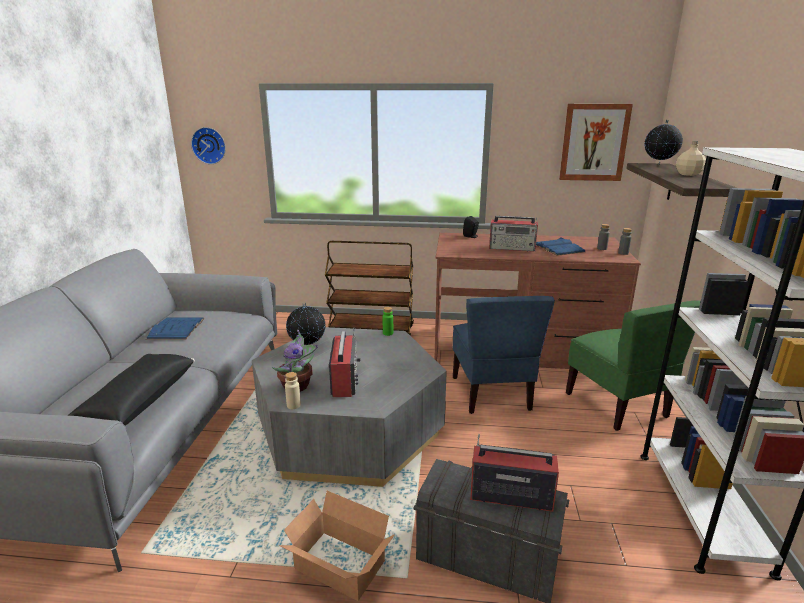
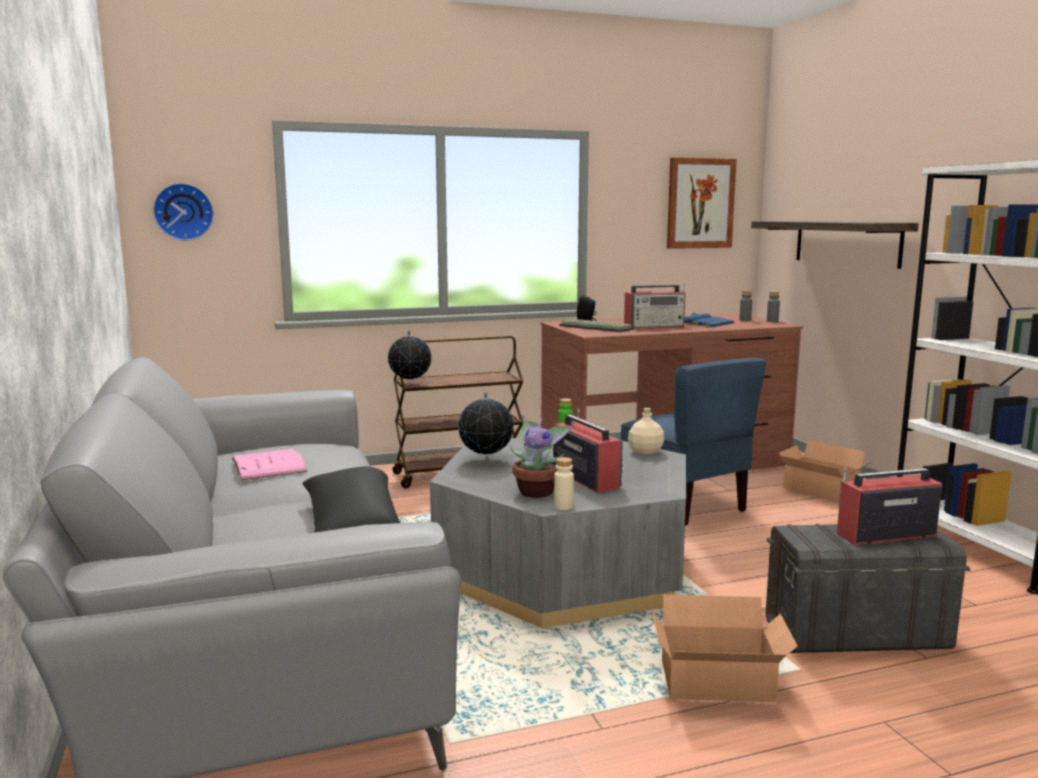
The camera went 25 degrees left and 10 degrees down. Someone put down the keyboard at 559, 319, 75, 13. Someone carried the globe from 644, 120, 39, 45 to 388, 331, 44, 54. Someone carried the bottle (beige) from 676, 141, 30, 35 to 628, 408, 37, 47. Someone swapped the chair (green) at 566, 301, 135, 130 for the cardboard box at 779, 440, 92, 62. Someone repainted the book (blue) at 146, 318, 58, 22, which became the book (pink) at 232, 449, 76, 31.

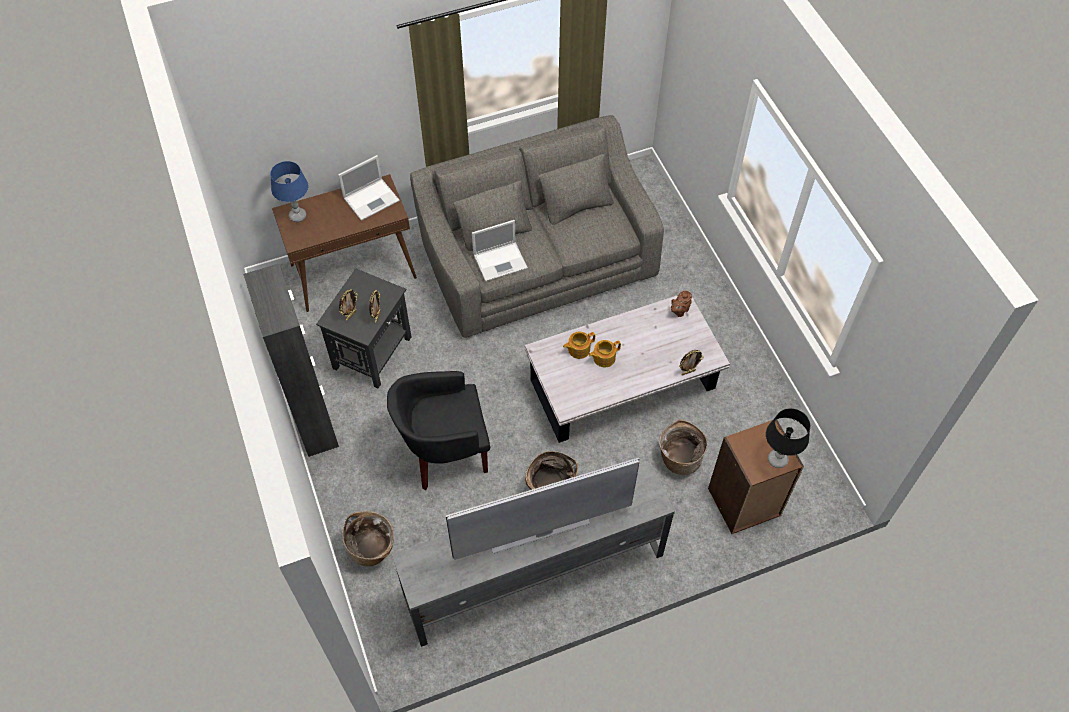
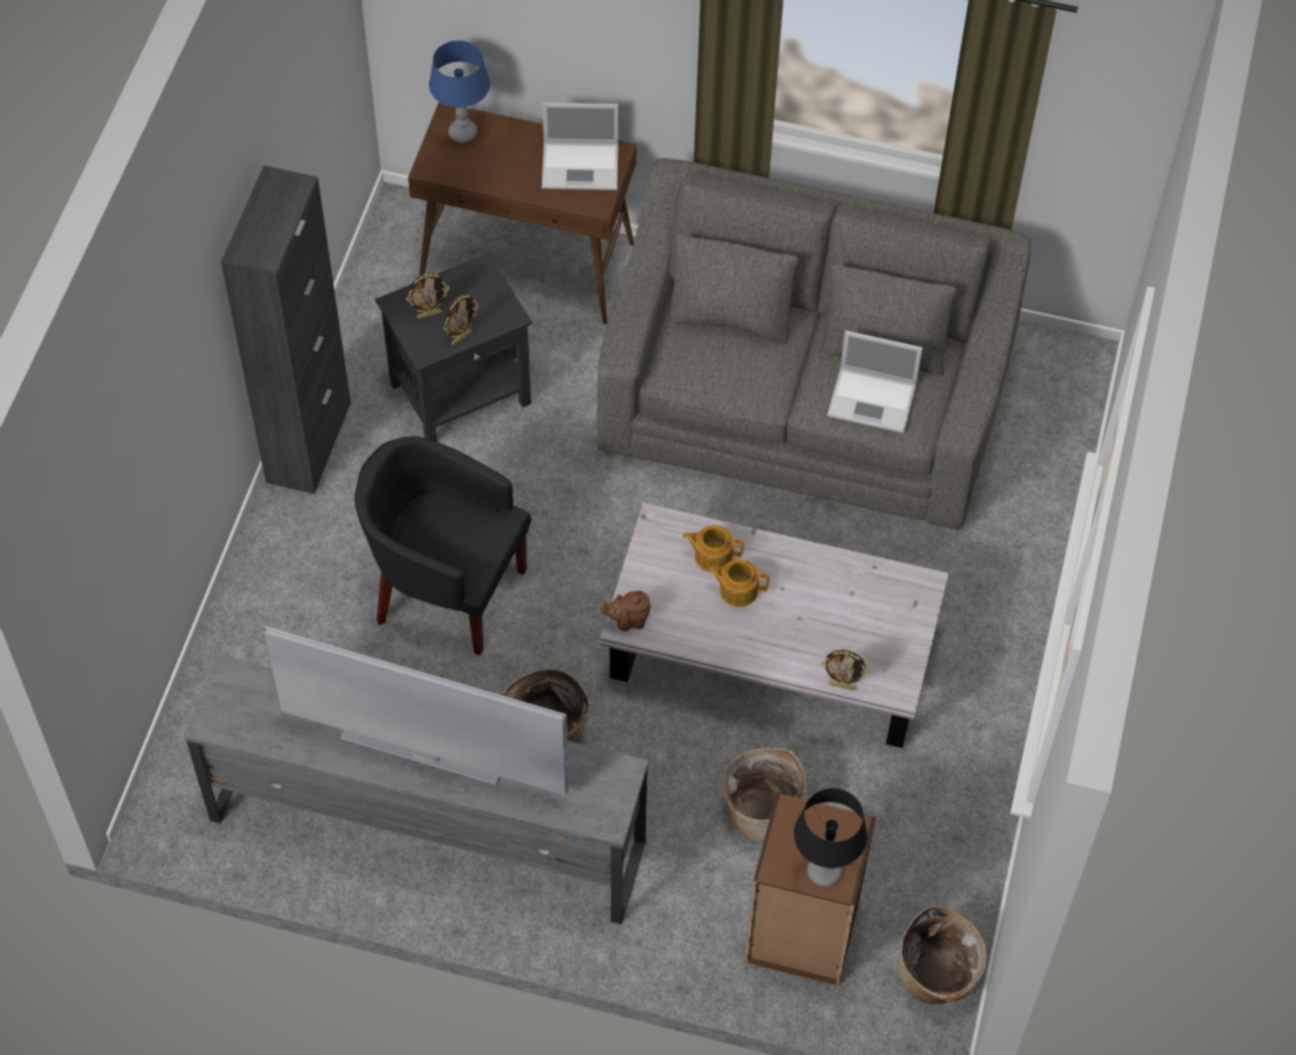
The camera went 35 degrees right and 0 degrees up. Someone carried the basket from 343, 511, 51, 55 to 899, 906, 88, 98. Someone carried the laptop from 472, 220, 56, 62 to 827, 331, 96, 102. Someone carried the teapot (brown) from 671, 291, 21, 26 to 601, 591, 50, 40.

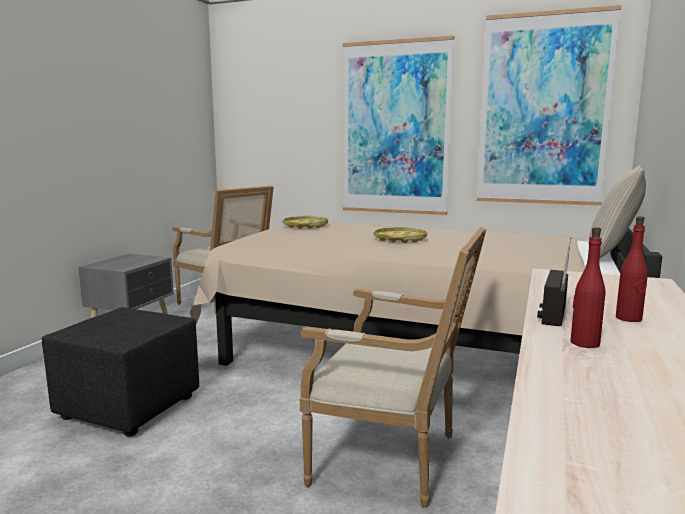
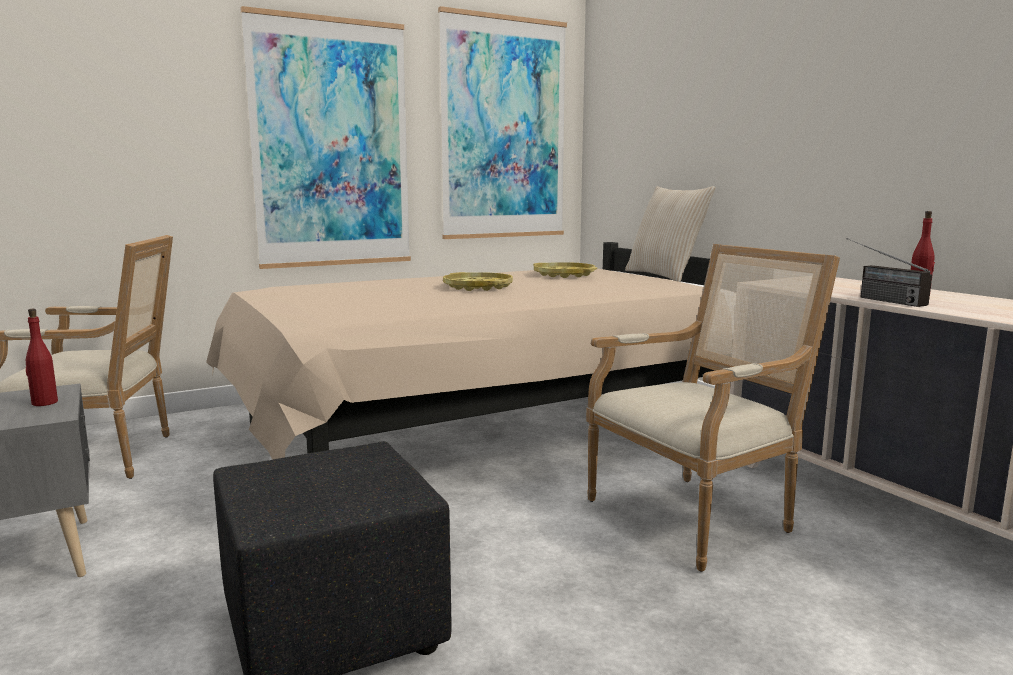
The camera went 50 degrees left and 0 degrees up. Someone carried the tray (yellow) from 282, 216, 46, 13 to 533, 262, 64, 16. Someone carried the bottle (red) from 571, 227, 34, 121 to 26, 309, 32, 97.

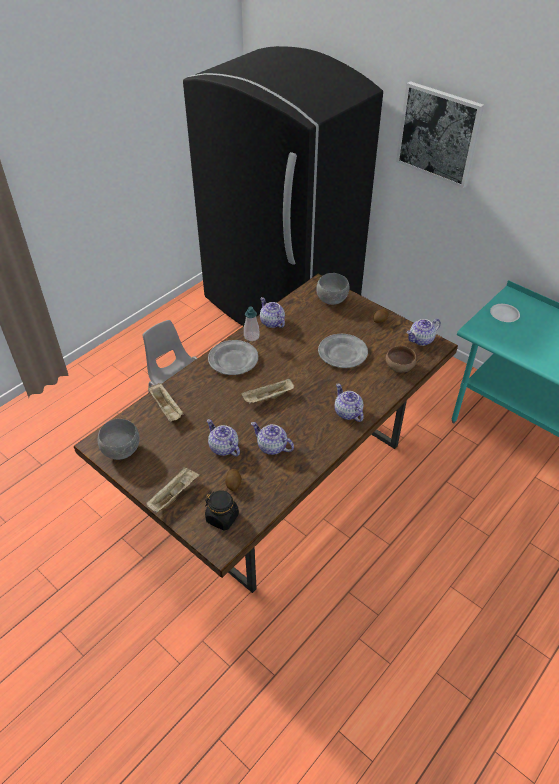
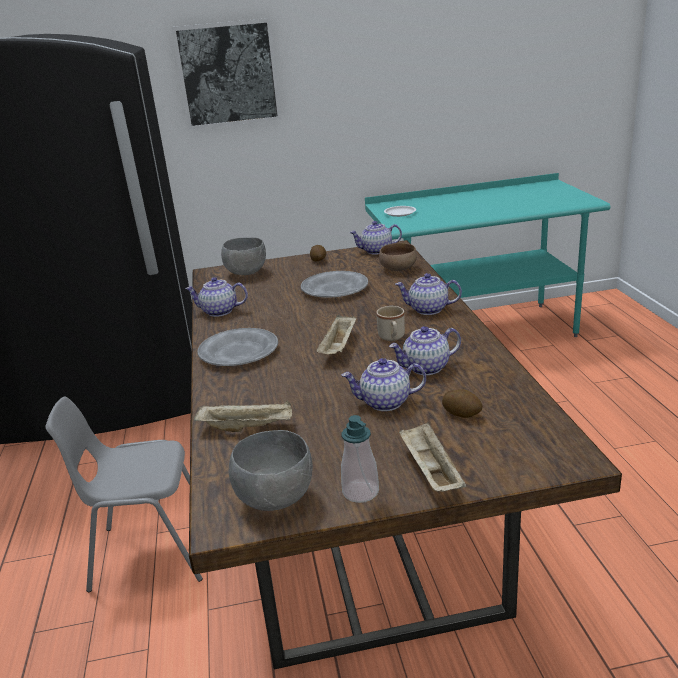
The camera went 50 degrees left and 20 degrees down. Someone took away the jar (black) at 205, 490, 34, 41. Someone put down the mug (beige) at 376, 306, 29, 35. Someone carried the soap dispenser from 244, 307, 16, 34 to 341, 415, 38, 88. Someone rotated the teapot at 406, 318, 35, 28 by 75 degrees clockwise.

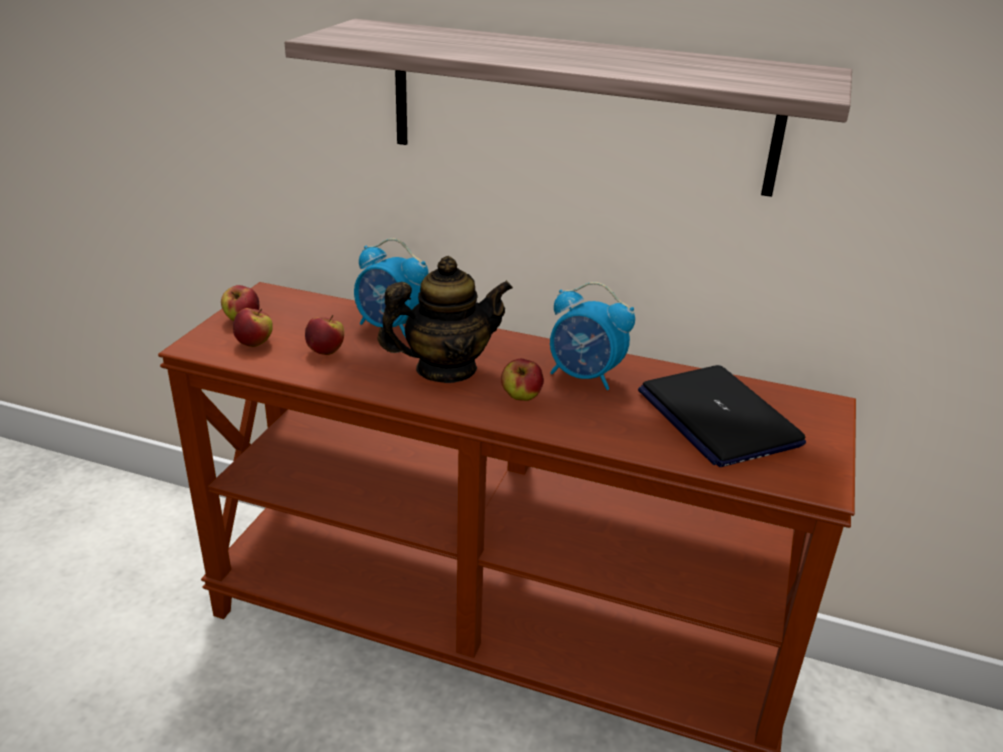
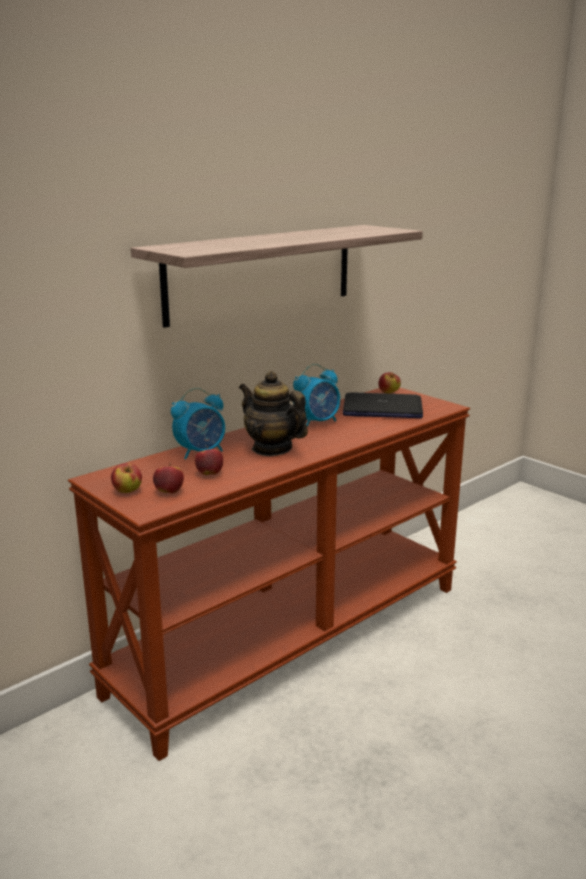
The camera went 60 degrees left and 10 degrees down. Someone carried the apple from 501, 359, 43, 42 to 378, 372, 23, 22. Someone rotated the teapot at 378, 256, 135, 127 by 60 degrees counterclockwise.

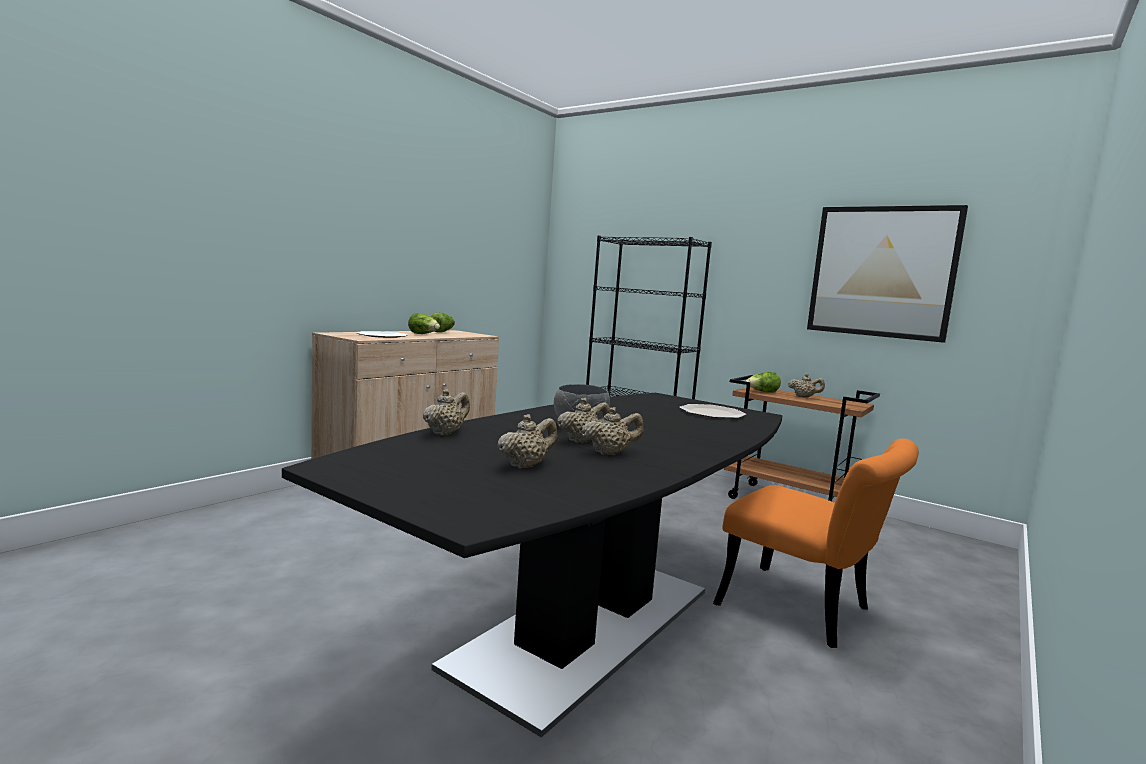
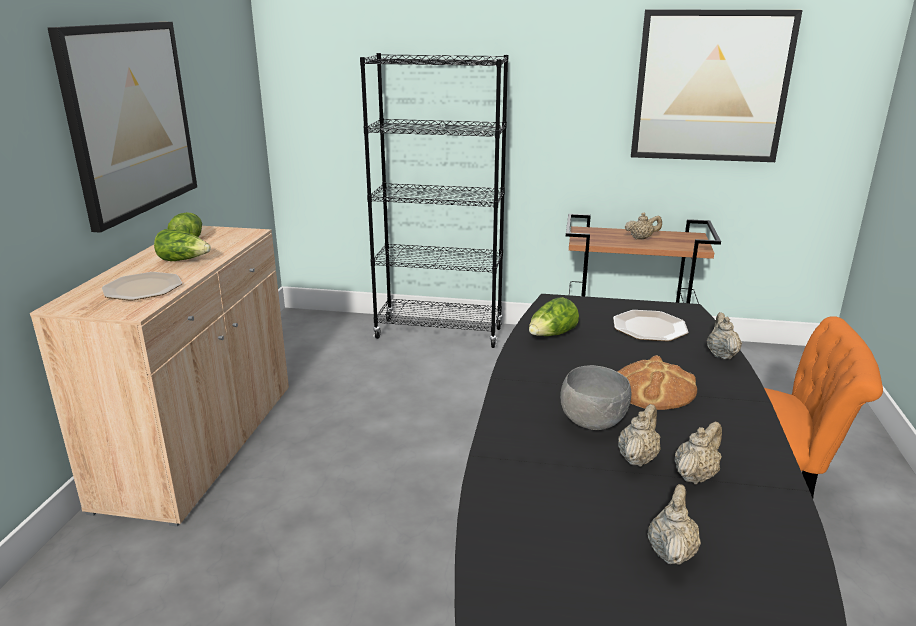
The camera went 25 degrees left and 15 degrees up. Someone put up the picture at 48, 22, 149, 211. Someone put down the bread at 617, 355, 80, 55. Someone carried the teapot (beige) from 423, 389, 47, 46 to 707, 312, 35, 47. Someone carried the lettuce from 746, 372, 35, 21 to 529, 297, 50, 39.

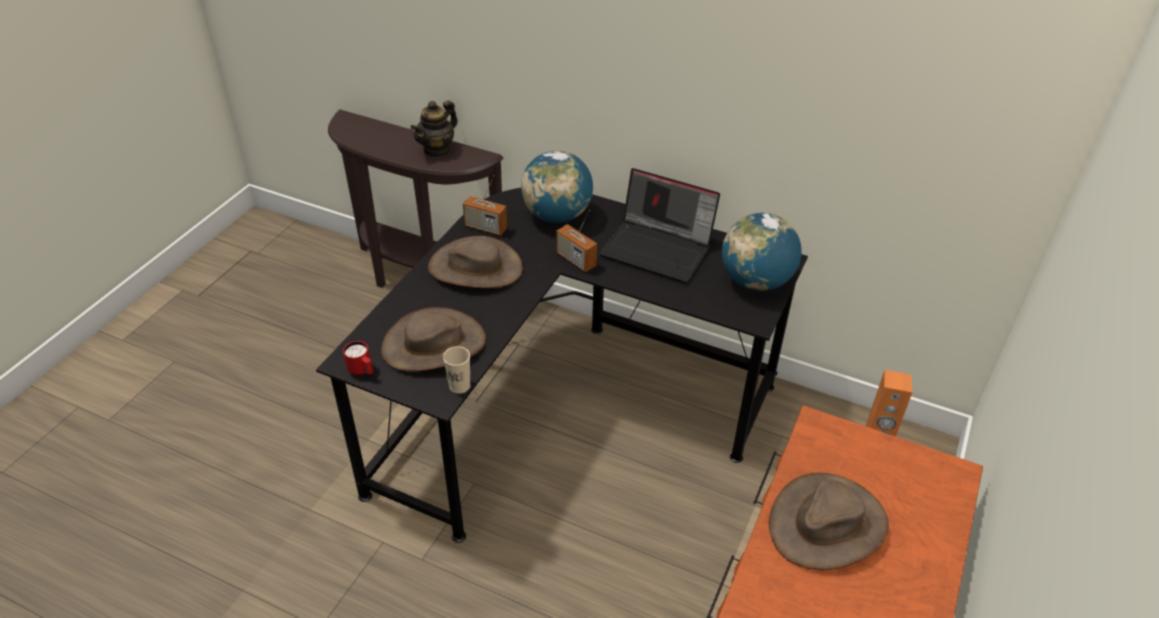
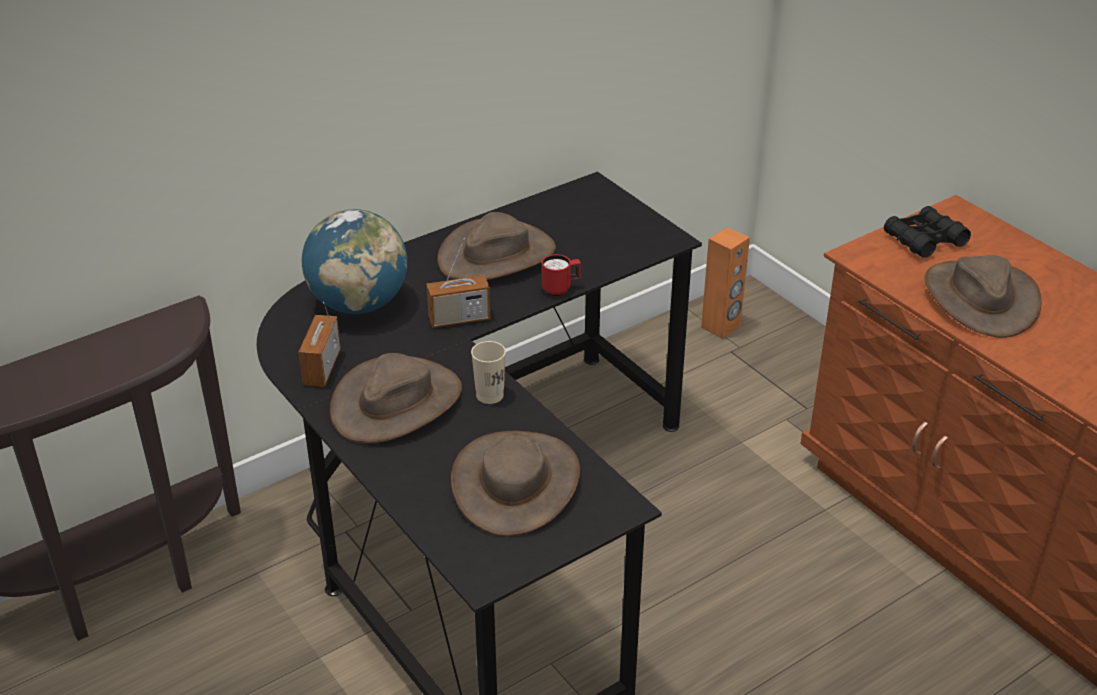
The camera went 60 degrees left and 5 degrees down. Someone took away the teapot at 410, 100, 48, 58. Someone took away the globe at 722, 213, 80, 78. Someone put down the binoculars (black) at 884, 206, 87, 52. Someone carried the mug (red) from 343, 341, 30, 35 to 542, 254, 39, 42. Someone carried the cup (beige) from 443, 346, 27, 48 to 471, 341, 35, 63. Someone swapped the laptop at 599, 168, 121, 115 for the hat (brown) at 437, 212, 119, 68. Someone rotated the radio at 463, 175, 44, 61 by 135 degrees clockwise.

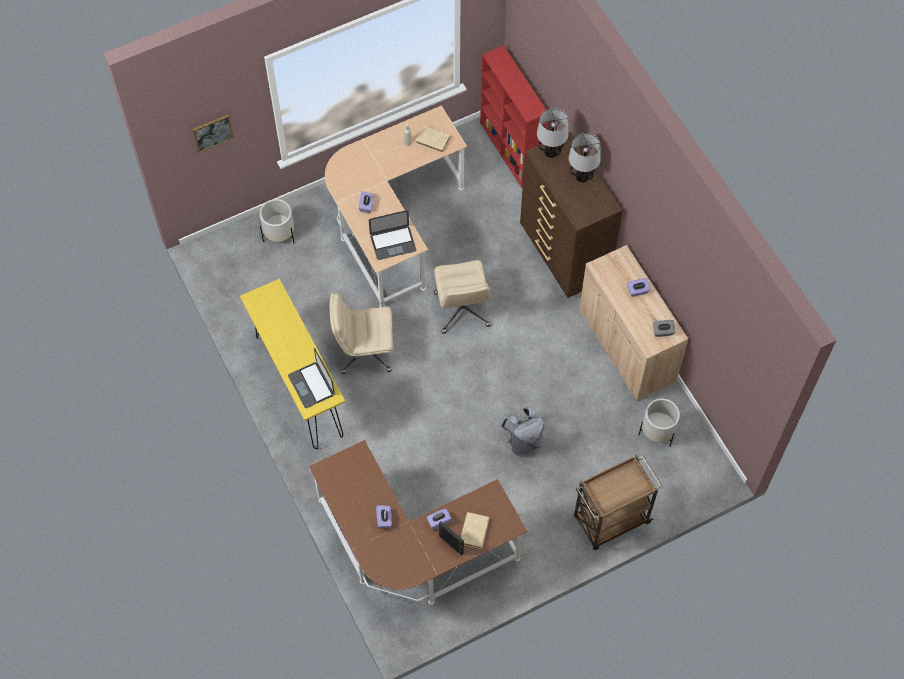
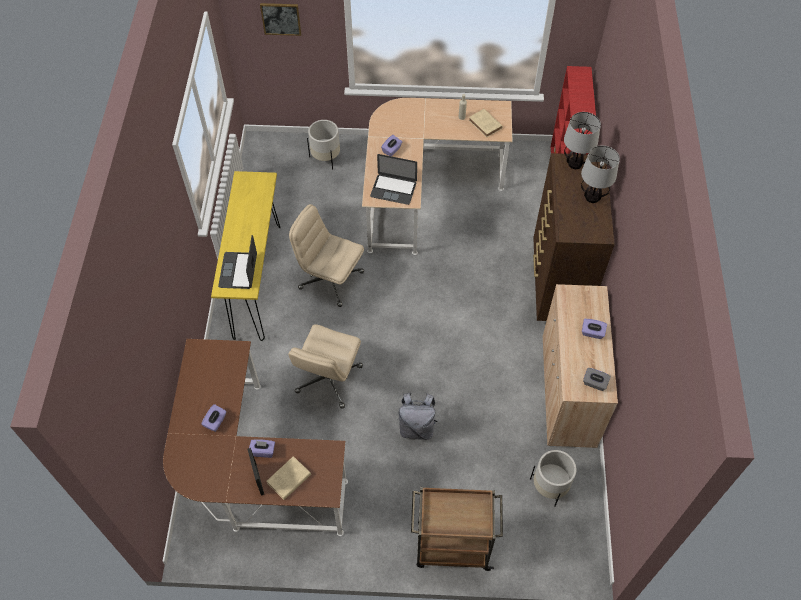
The camera went 30 degrees right and 5 degrees down. Someone carried the office chair (beige) from 434, 260, 57, 74 to 288, 324, 75, 85.

